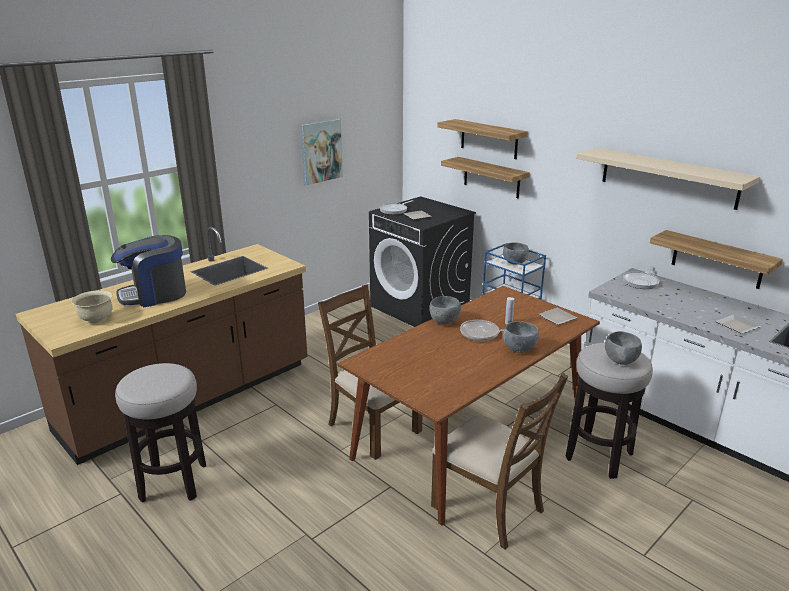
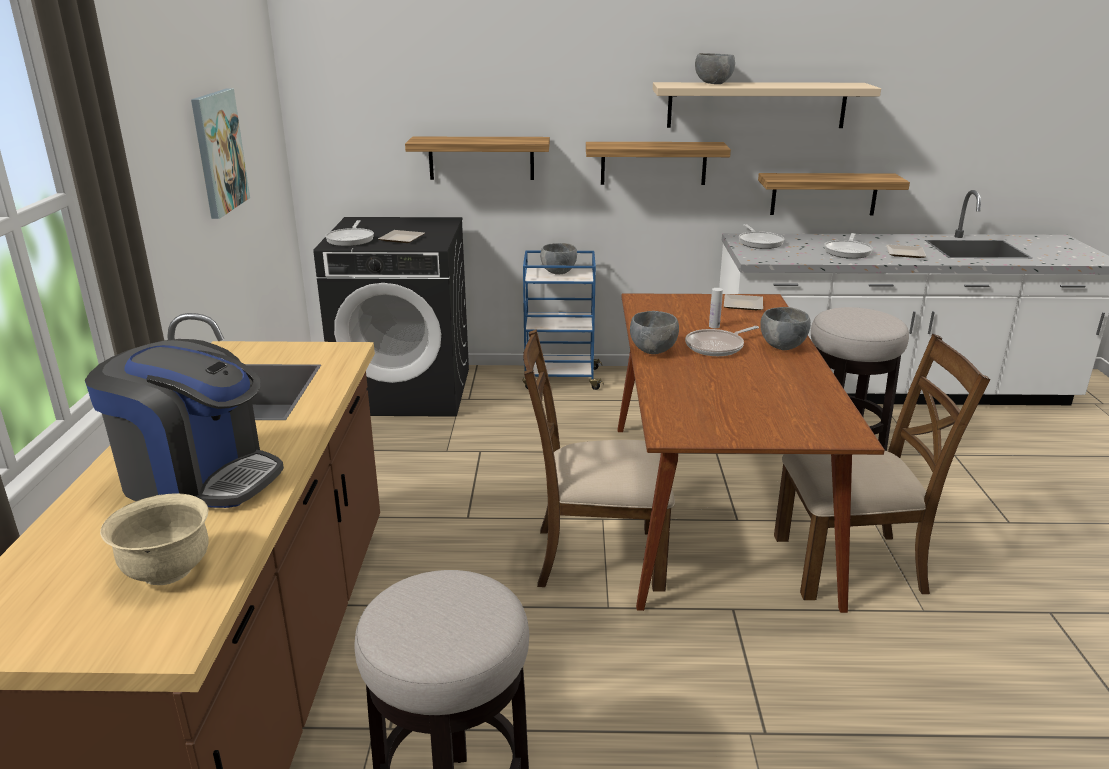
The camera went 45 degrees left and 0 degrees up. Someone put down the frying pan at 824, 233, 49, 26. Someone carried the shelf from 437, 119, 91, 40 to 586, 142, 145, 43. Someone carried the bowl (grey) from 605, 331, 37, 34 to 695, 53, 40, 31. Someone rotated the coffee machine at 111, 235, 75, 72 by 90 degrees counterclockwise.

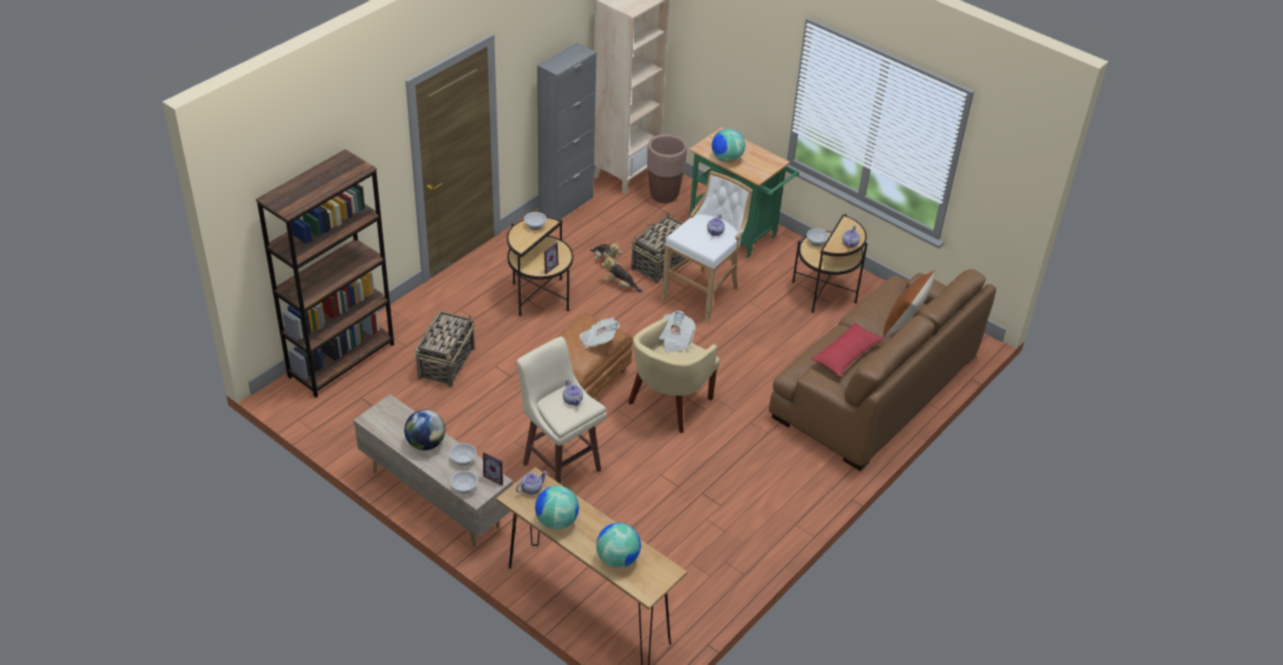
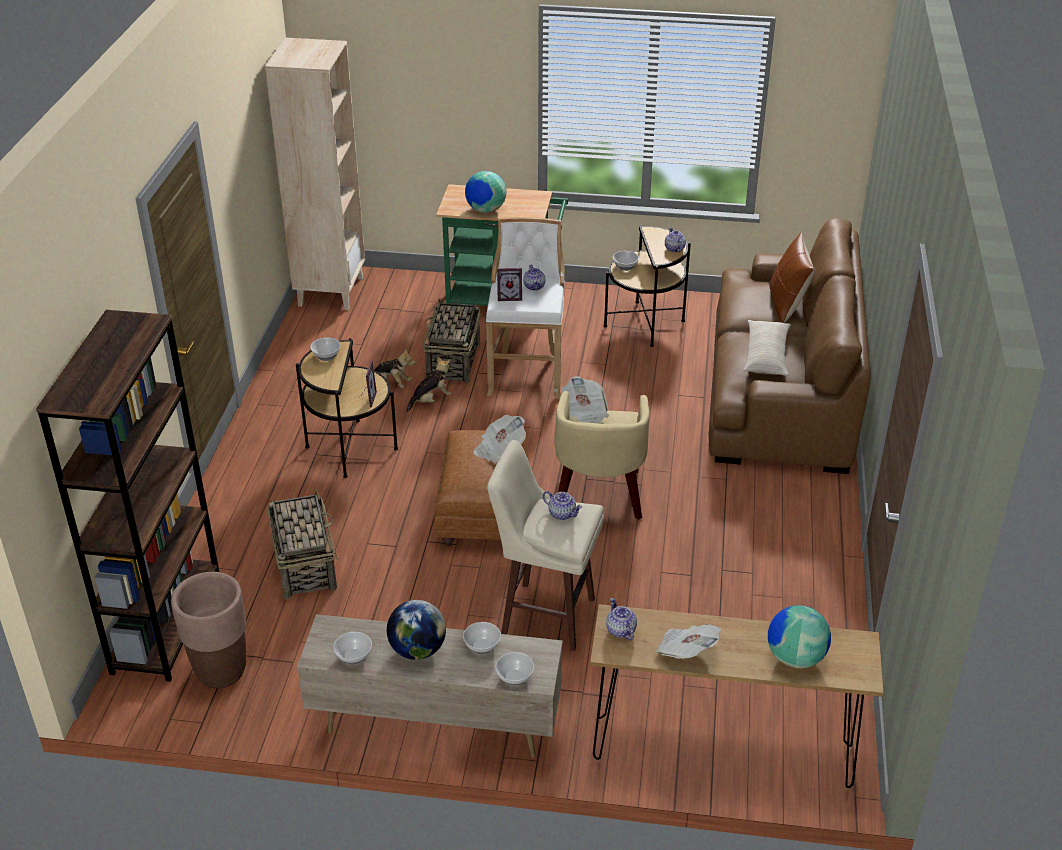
The camera went 30 degrees left and 5 degrees down. Someone took away the cabinet (grey) at 537, 43, 59, 177. Someone put down the bowl at 333, 632, 39, 33. Someone carried the picture frame from 483, 452, 20, 33 to 497, 268, 25, 33. Someone carried the planter (brown) from 647, 134, 40, 69 to 171, 572, 75, 116. Someone swapped the globe at 535, 486, 44, 44 for the newspaper at 655, 624, 67, 35. Someone repainted the pillow (red) at 810, 322, 74, 55, which became the pillow (beige) at 743, 320, 48, 56. Someone rotated the teapot at 516, 471, 31, 24 by 45 degrees counterclockwise. Someone rotated the plush toy at 601, 254, 41, 38 by 150 degrees clockwise.

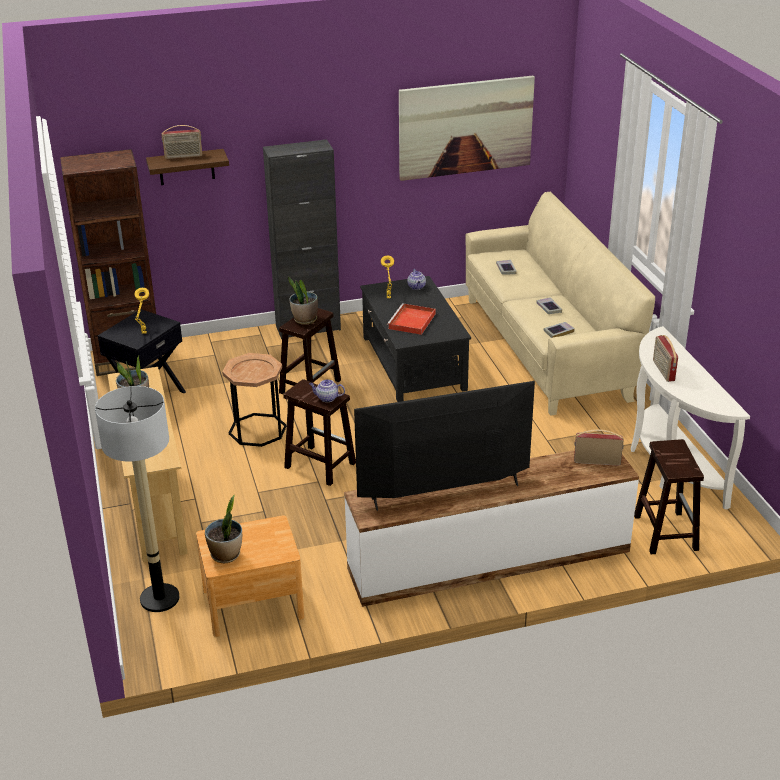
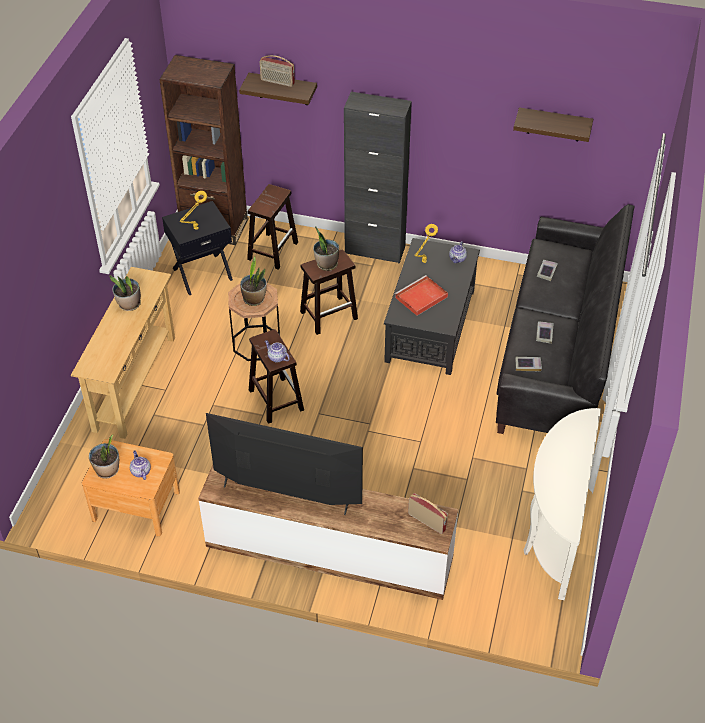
The camera went 30 degrees right and 15 degrees up. Someone took away the floor lamp at 95, 386, 85, 226. Someone took away the radio at 653, 335, 25, 47. Someone put down the teapot at 130, 451, 21, 29. Someone put down the potted plant at 240, 257, 27, 49. Someone carried the stool (brown) from 634, 439, 70, 115 to 247, 184, 51, 86. Someone swapped the picture at 399, 75, 136, 106 for the shelf at 513, 107, 80, 35. Someone repainted the sofa (beige) at 466, 192, 189, 224, which became the sofa (black) at 496, 204, 138, 230.

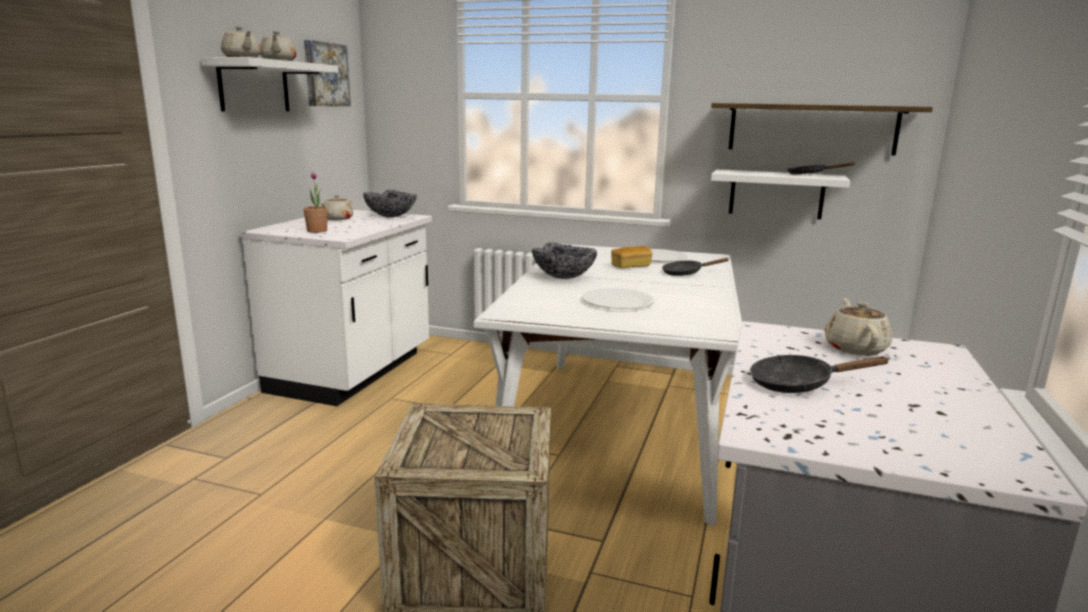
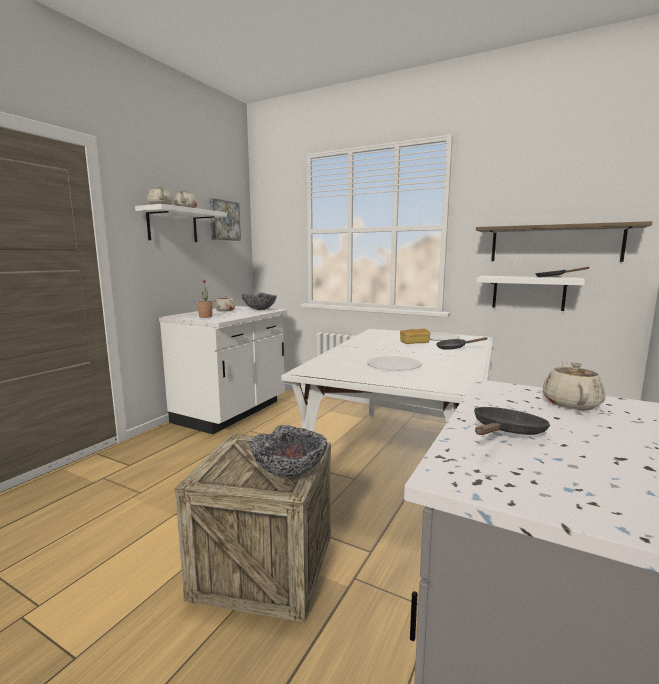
The camera went 10 degrees right and 5 degrees down. Someone carried the bowl from 532, 242, 65, 37 to 250, 425, 77, 53. Someone rotated the frying pan (black) at 750, 355, 140, 38 by 120 degrees clockwise.

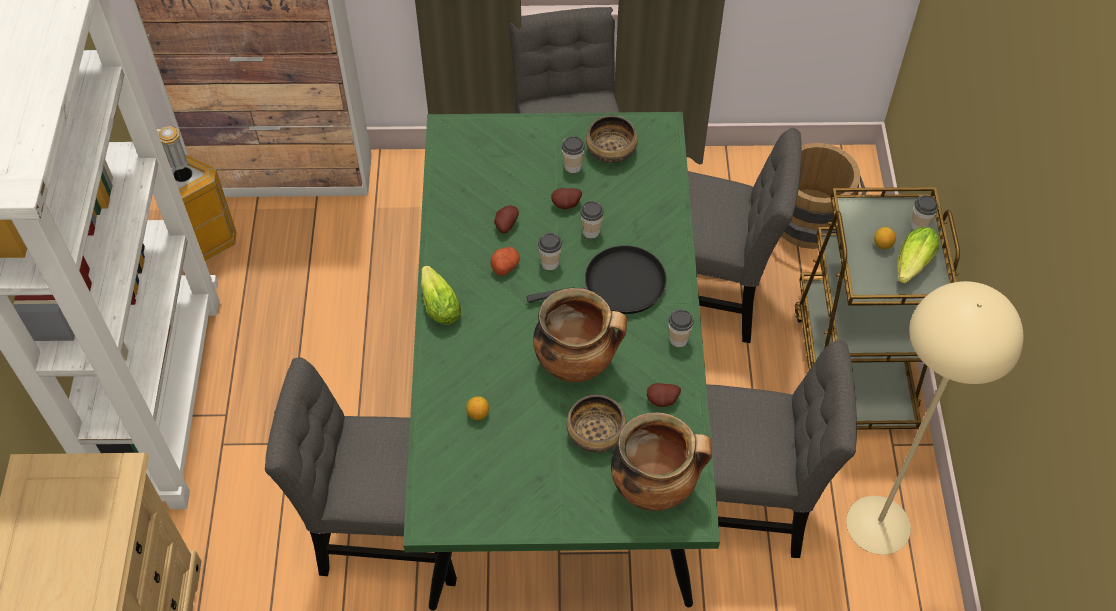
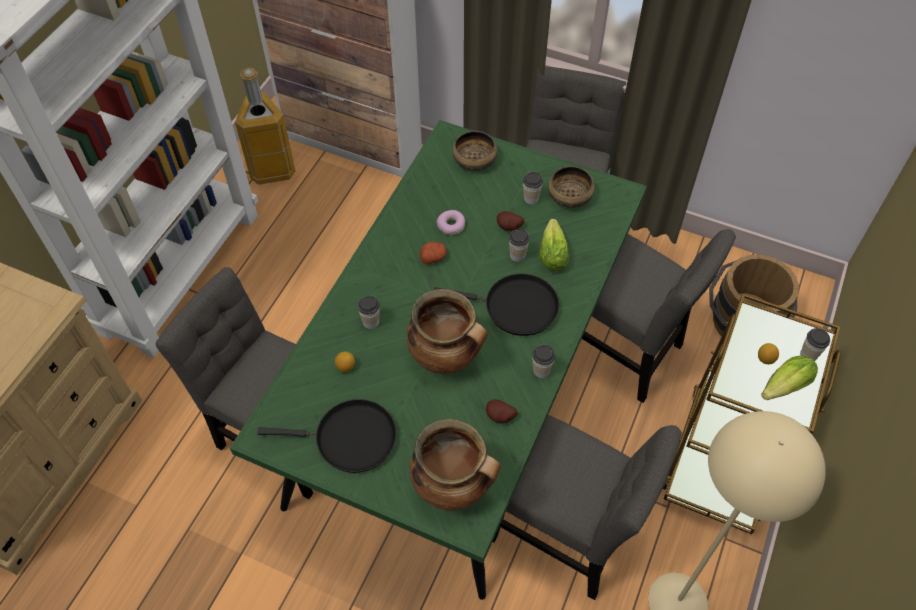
The camera went 25 degrees right and 0 degrees up. Someone put down the frying pan (black) at 257, 399, 139, 74. Someone carried the lettuce from 421, 266, 40, 59 to 539, 219, 30, 52. Someone carried the cup from 538, 233, 24, 37 to 358, 296, 22, 33. Someone carried the bowl from 566, 395, 60, 58 to 453, 131, 44, 40. Someone swapped the potato at 494, 205, 25, 28 for the donut at 437, 210, 28, 25.

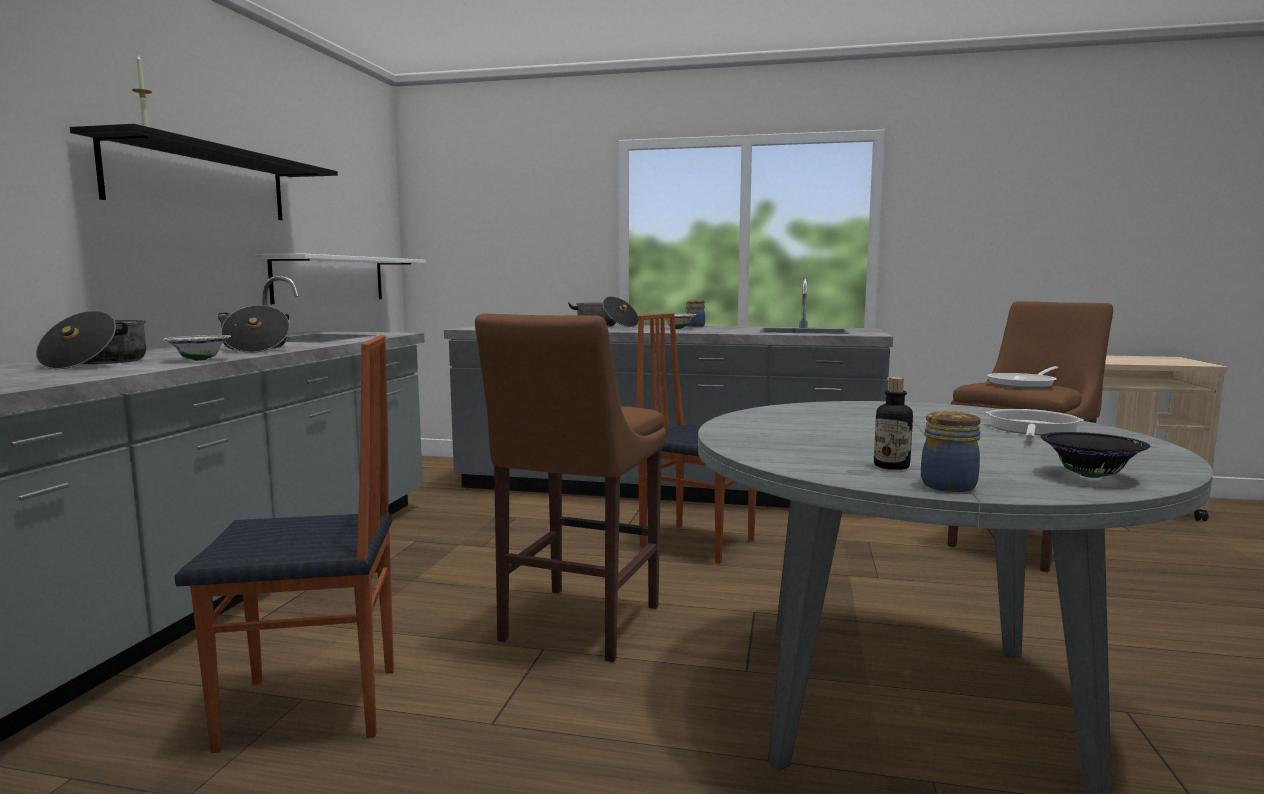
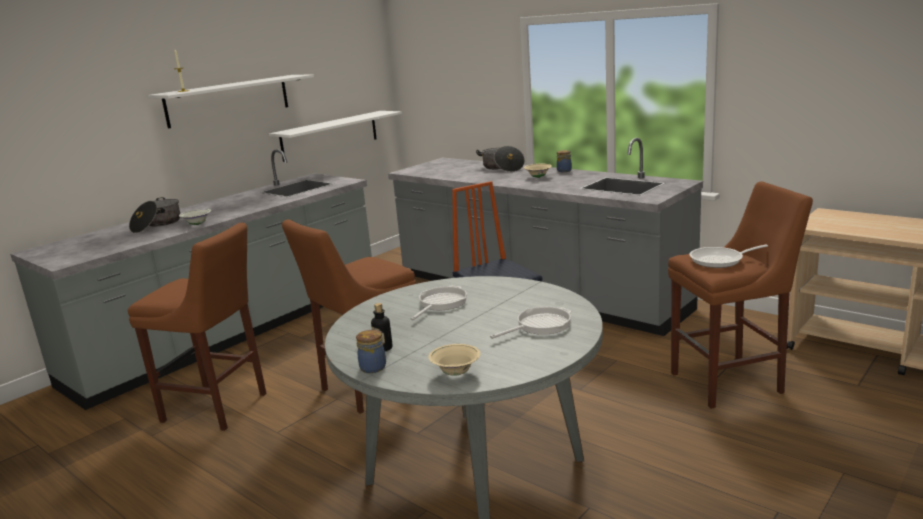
The camera went 30 degrees right and 10 degrees up. Someone took away the cooking pot at 218, 305, 72, 48. Someone put down the frying pan at 411, 285, 56, 36. Someone swapped the chair at 175, 335, 219, 418 for the stool (brown) at 128, 223, 139, 208. Someone repainted the shelf (black) at 70, 124, 268, 96, which became the shelf (white) at 148, 75, 166, 54. Someone repainted the bowl (black) at 1040, 432, 111, 46, which became the bowl (beige) at 428, 344, 53, 32.

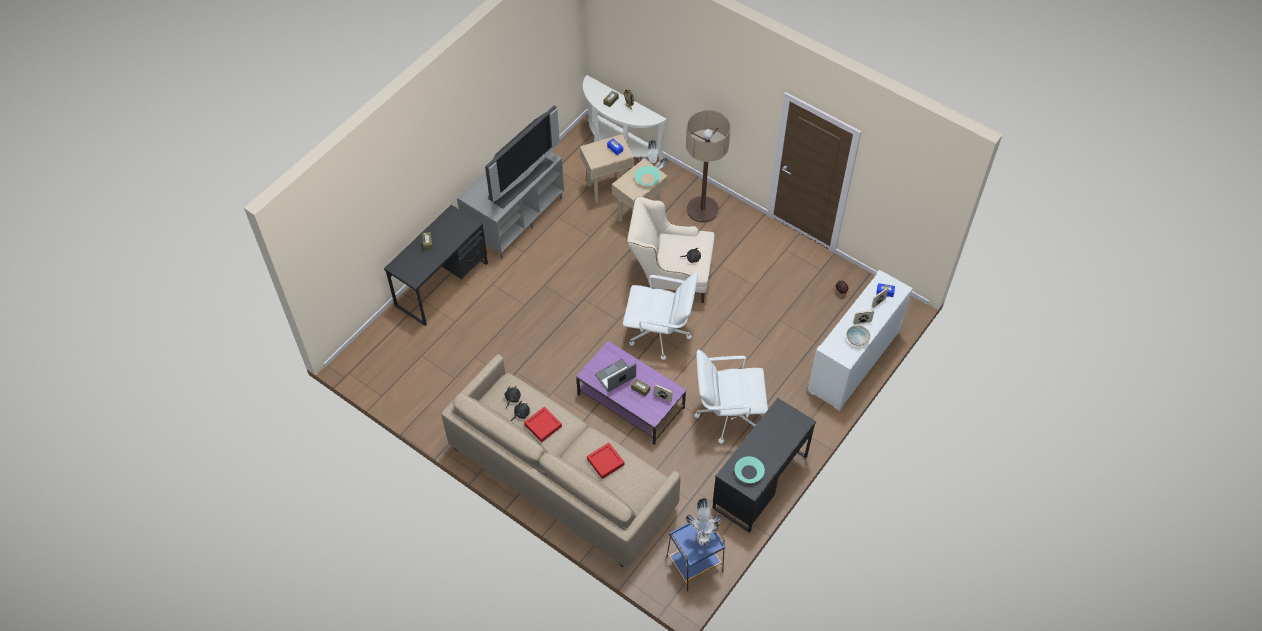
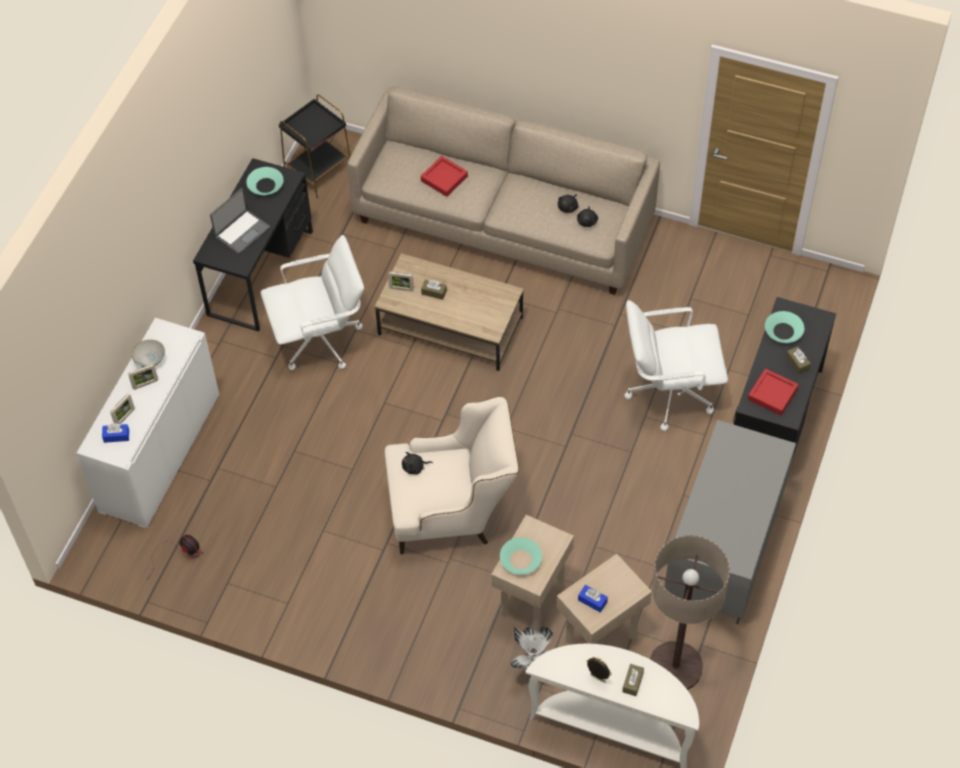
The camera went 165 degrees right and 0 degrees up. Someone took away the television at 485, 105, 75, 104. Someone took away the potted plant at 686, 498, 36, 48. Someone put down the bowl (turquoise) at 765, 311, 39, 32. Someone carried the tray (red) from 524, 407, 38, 35 to 748, 369, 51, 46. Someone carried the laptop from 595, 359, 41, 33 to 210, 188, 60, 66. Someone carried the office chair (white) from 623, 273, 75, 87 to 625, 300, 103, 131. Someone carried the floor lamp from 686, 110, 45, 113 to 650, 535, 80, 155. Someone repainted the coffee table (purple) at 576, 341, 111, 104, which became the coffee table (brown) at 375, 253, 149, 118. Someone repainted the side table (blue) at 666, 516, 59, 76, which became the side table (black) at 279, 95, 71, 103.

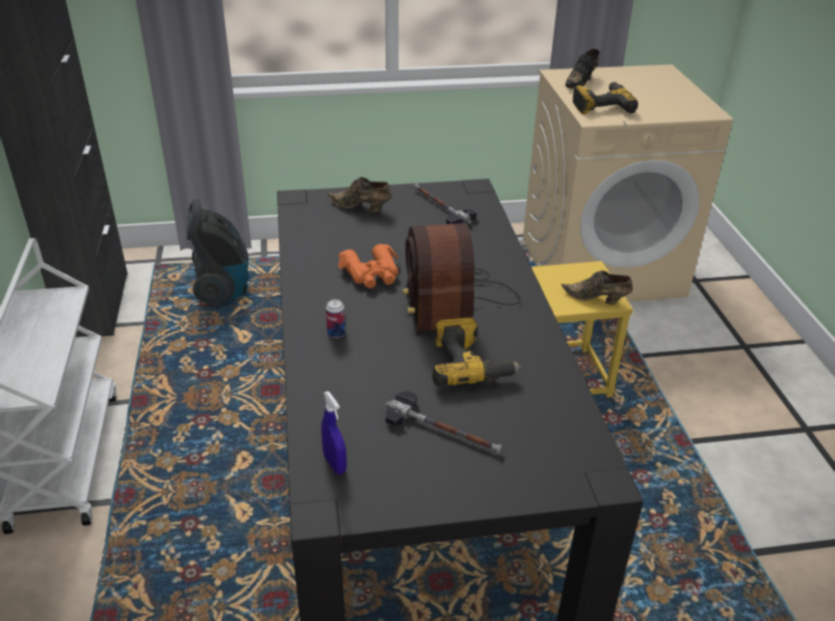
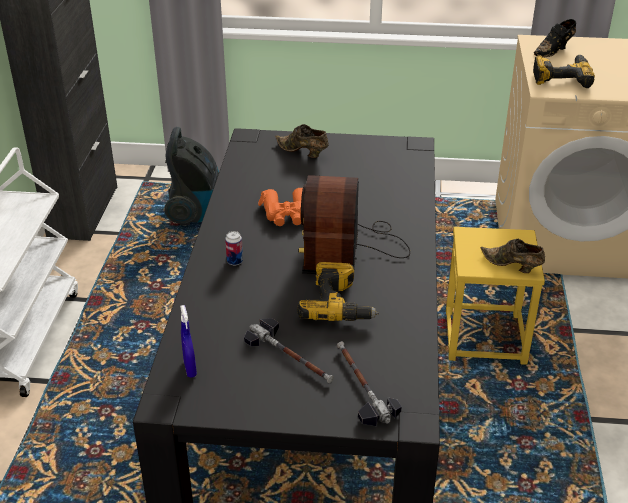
The camera went 15 degrees right and 0 degrees up. Someone carried the hammer from 413, 183, 64, 41 to 337, 342, 65, 84.

